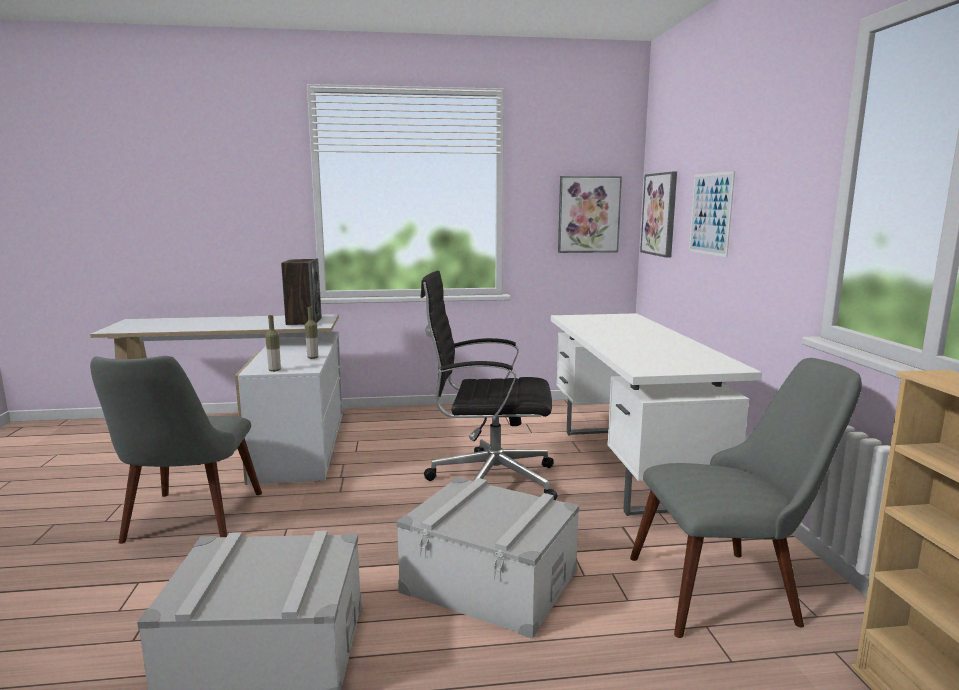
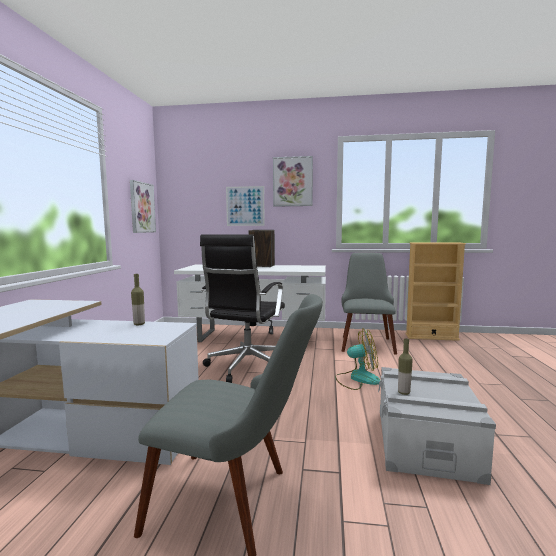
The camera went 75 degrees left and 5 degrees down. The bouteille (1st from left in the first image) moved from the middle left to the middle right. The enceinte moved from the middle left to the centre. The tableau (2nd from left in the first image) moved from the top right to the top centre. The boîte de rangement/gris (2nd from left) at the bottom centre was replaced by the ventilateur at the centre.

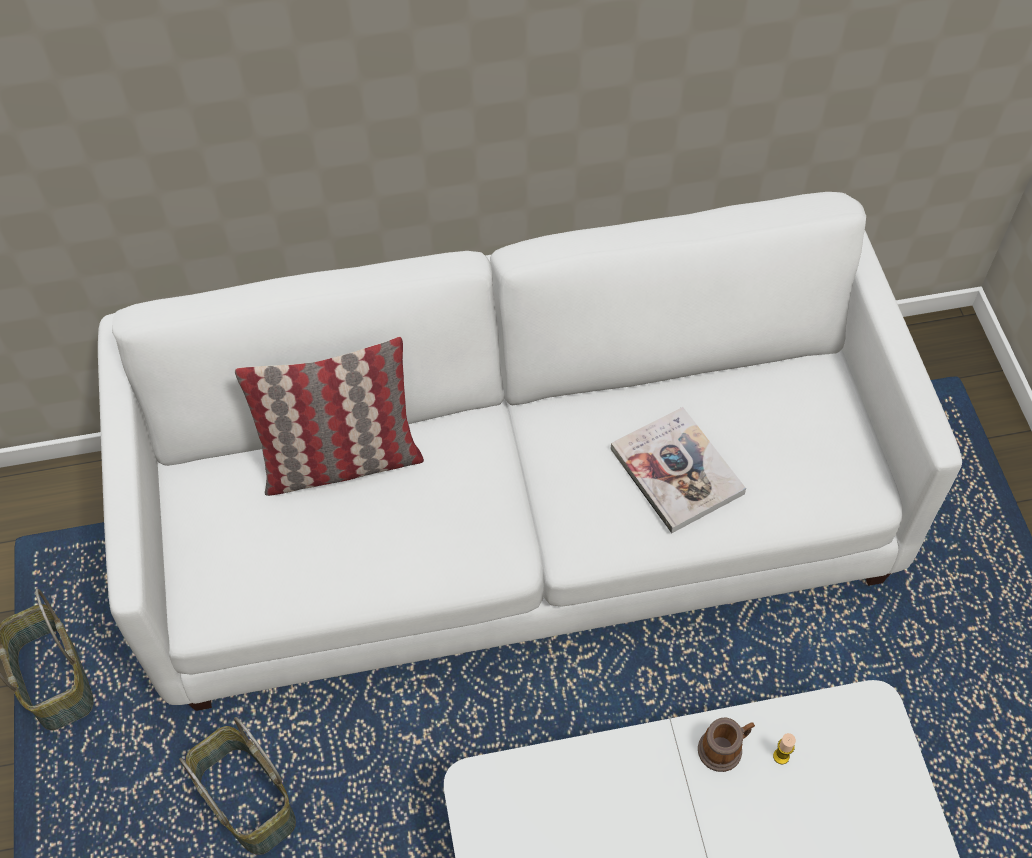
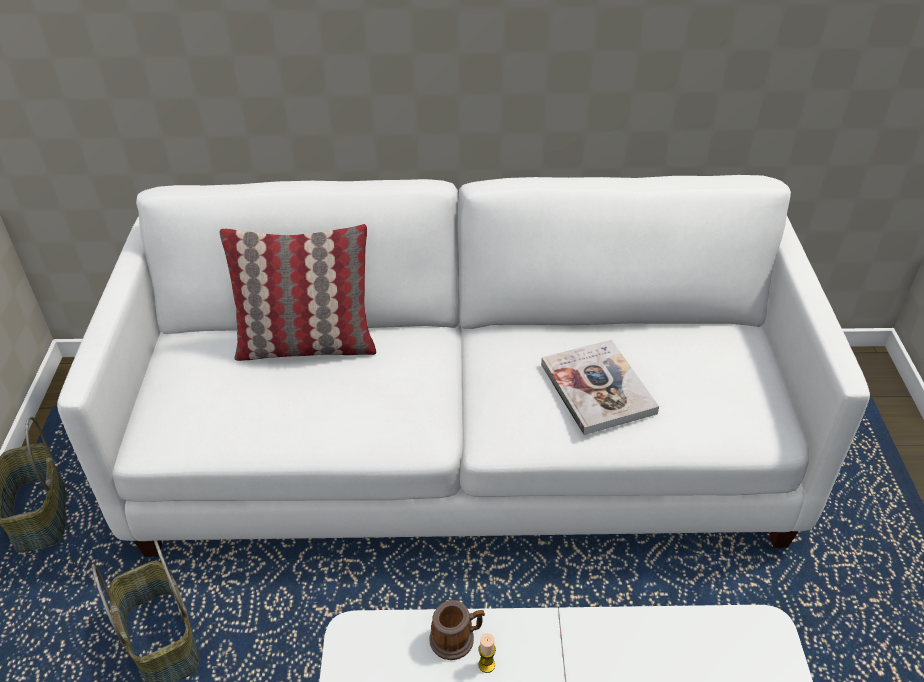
The camera went 10 degrees right and 15 degrees down. The mug moved from the bottom right to the bottom centre. The bougie moved from the bottom right to the bottom centre.

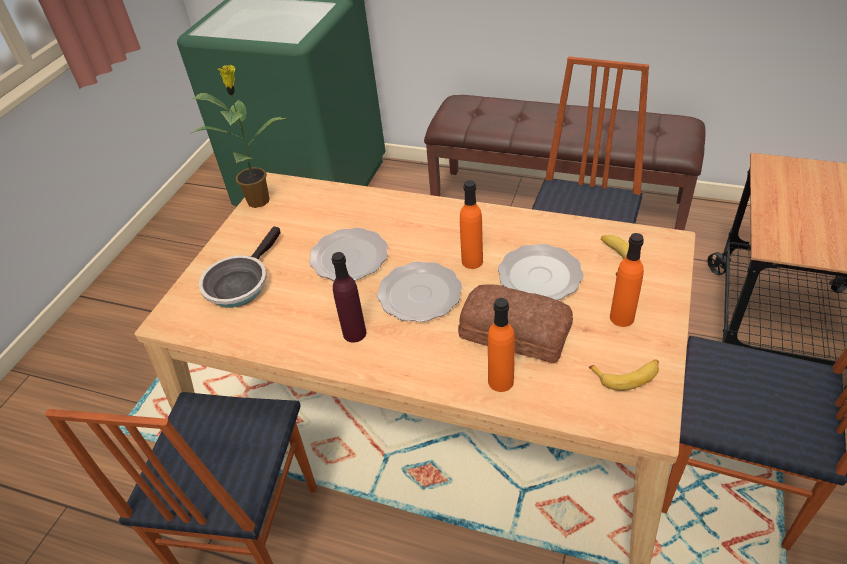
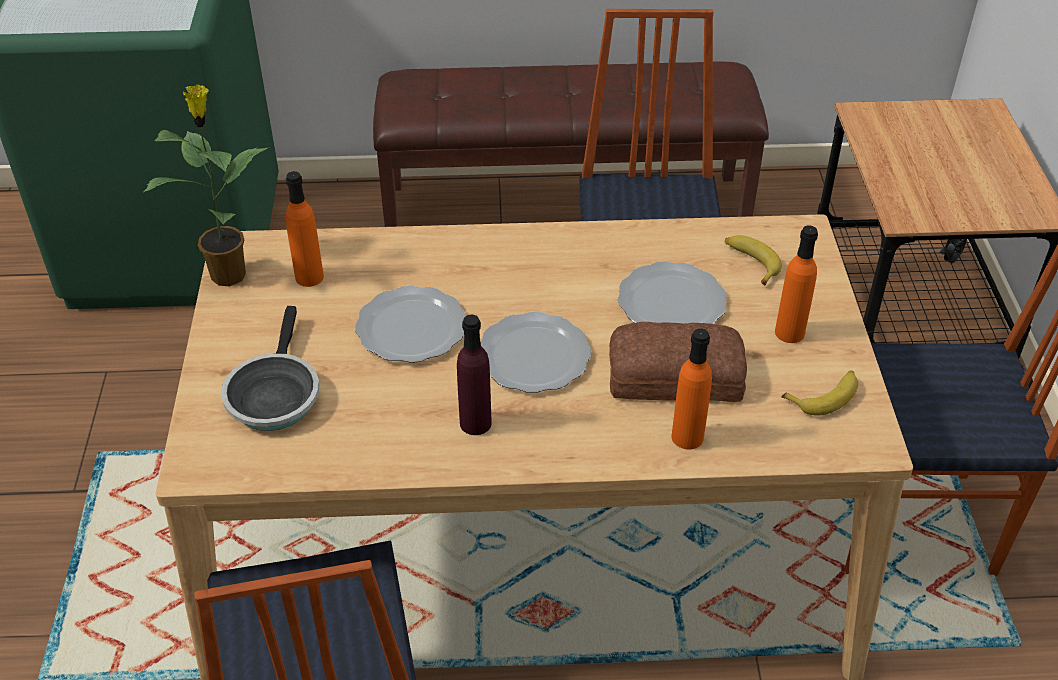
The camera went 25 degrees left and 0 degrees up. The bouteille/orange (1st from left) moved from the centre to the middle left.

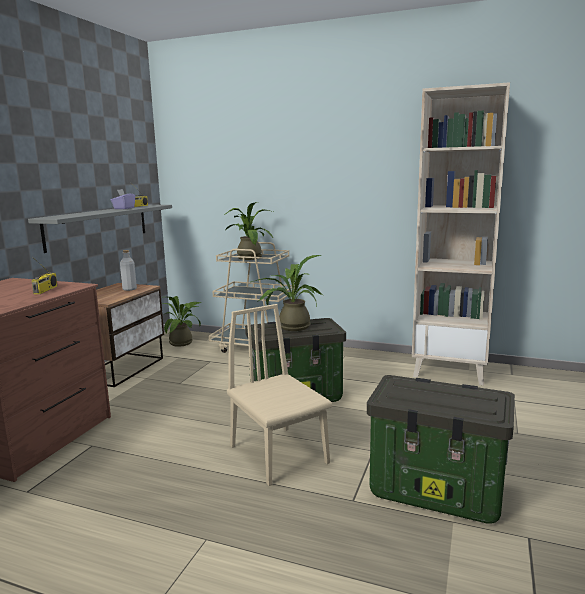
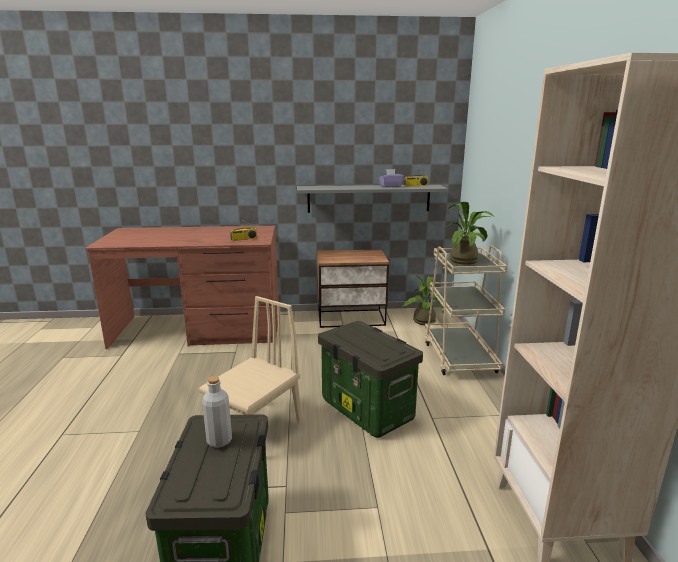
The camera went 65 degrees right and 5 degrees up. The plante en pot (3rd from left) at the centre disappeared. The bouteille/gris moved from the middle left to the bottom left.

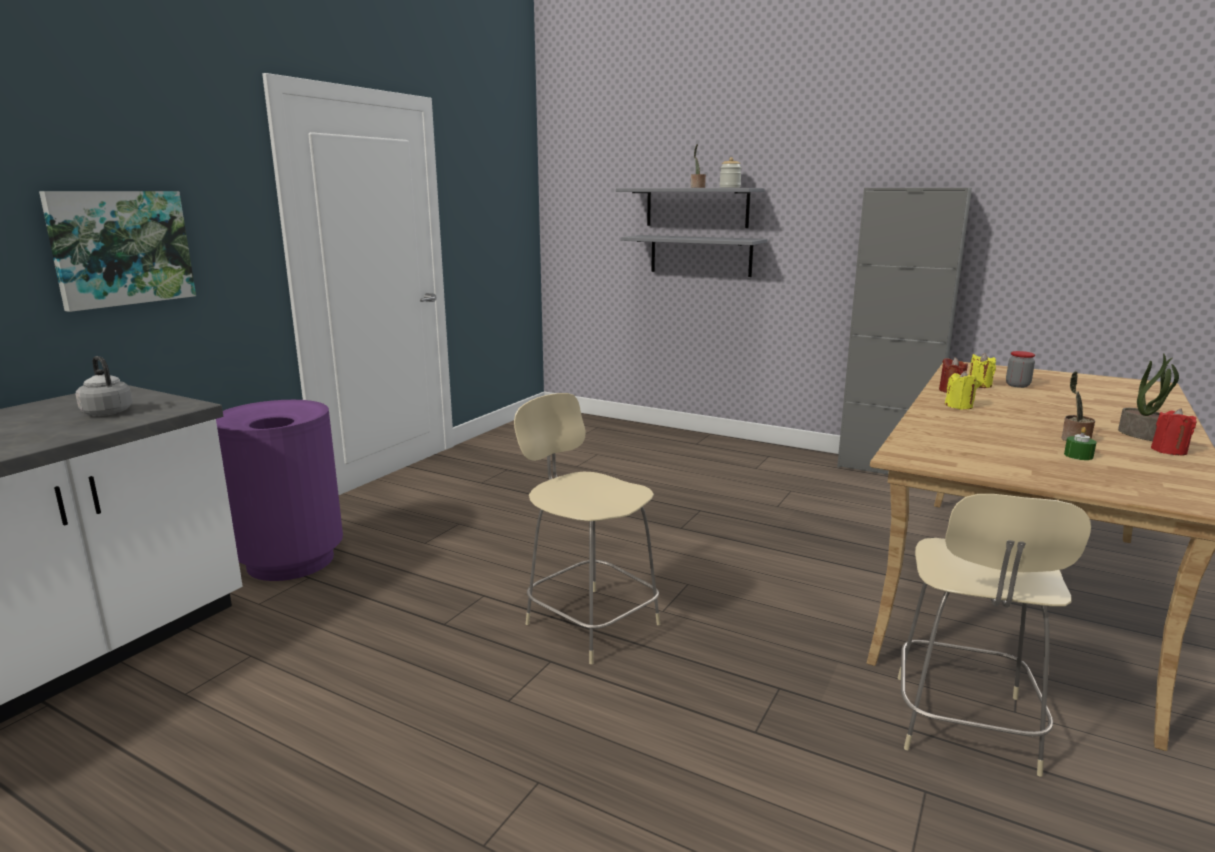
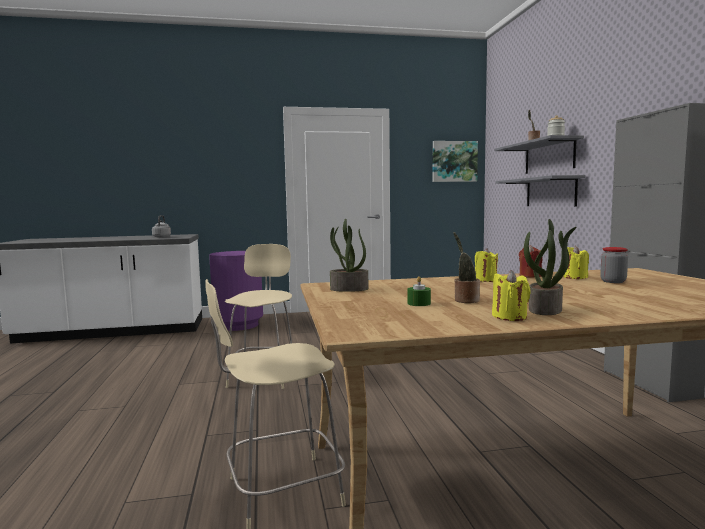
The camera went 50 degrees right and 10 degrees down. The plante en pot (1st from left) at the centre appeared. The tableau moved from the top left to the top centre. The bougie/rouge (2nd from left) at the middle right became the bougie/jaune (2nd from left) at the middle right.

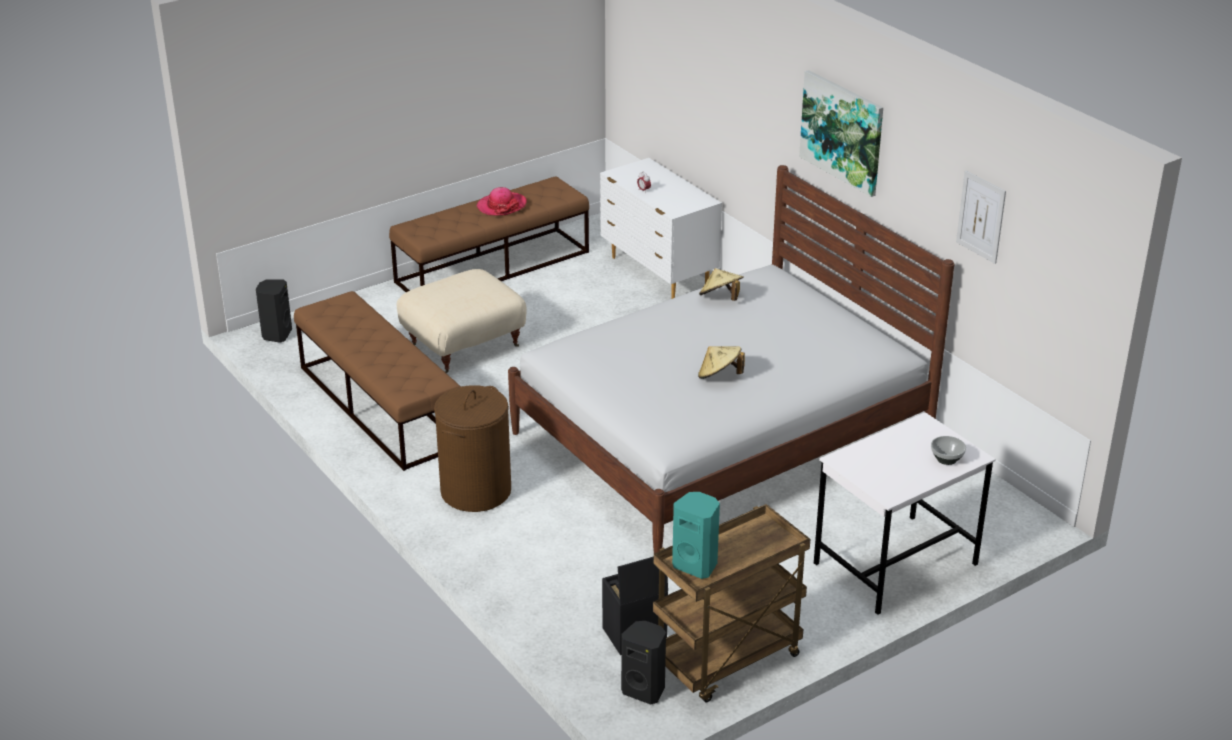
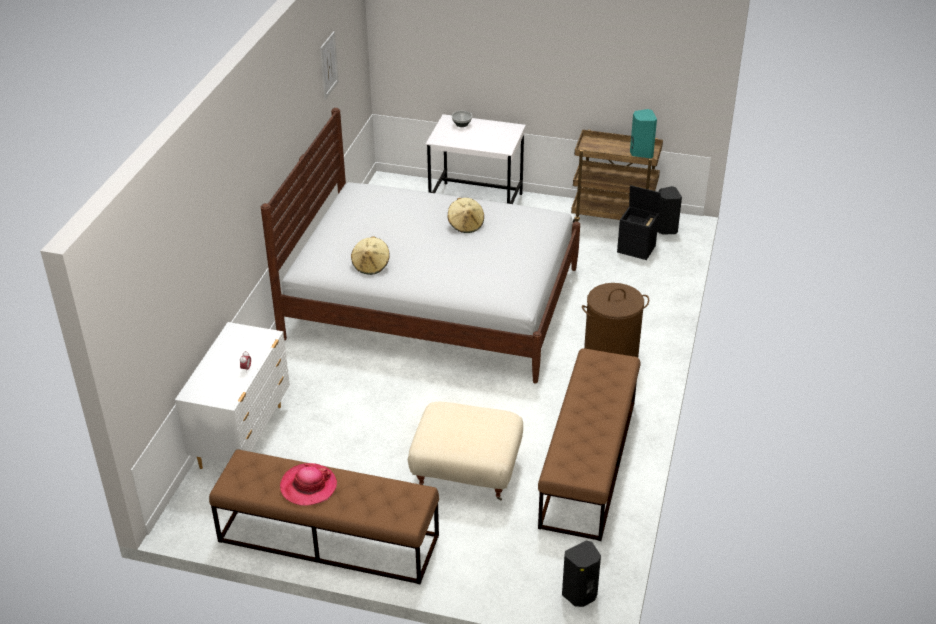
The camera went 130 degrees left and 5 degrees up. The tableau (1st from left) at the top right disappeared.

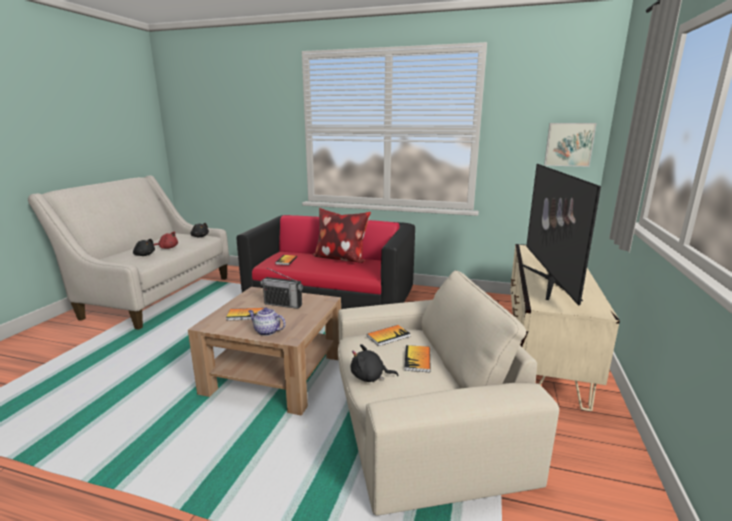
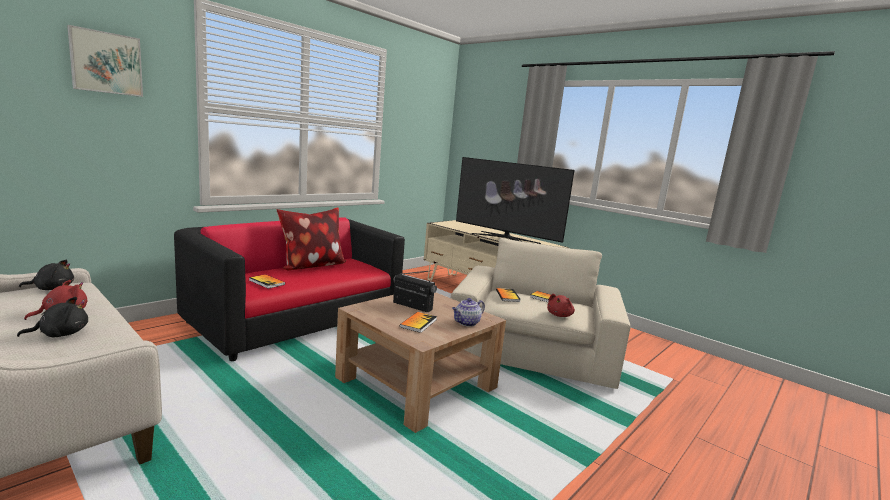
The camera went 65 degrees left and 5 degrees down. The tableau moved from the top right to the top left. The peluche/noir (3rd from left) at the bottom centre became the peluche/rouge (2nd from left) at the centre. The radio at the centre turned 105 degrees counterclockwise.

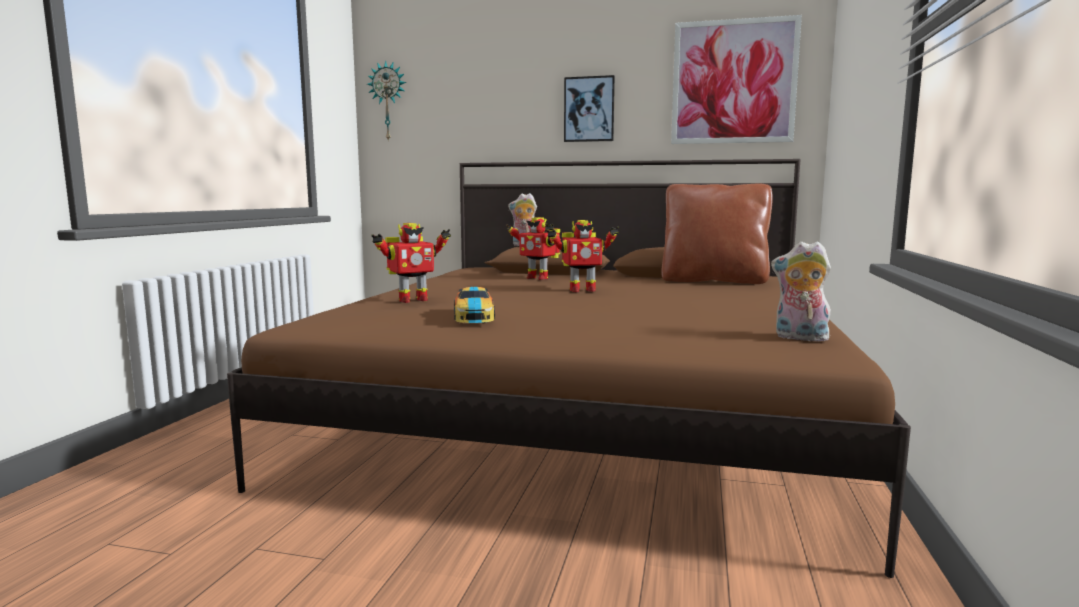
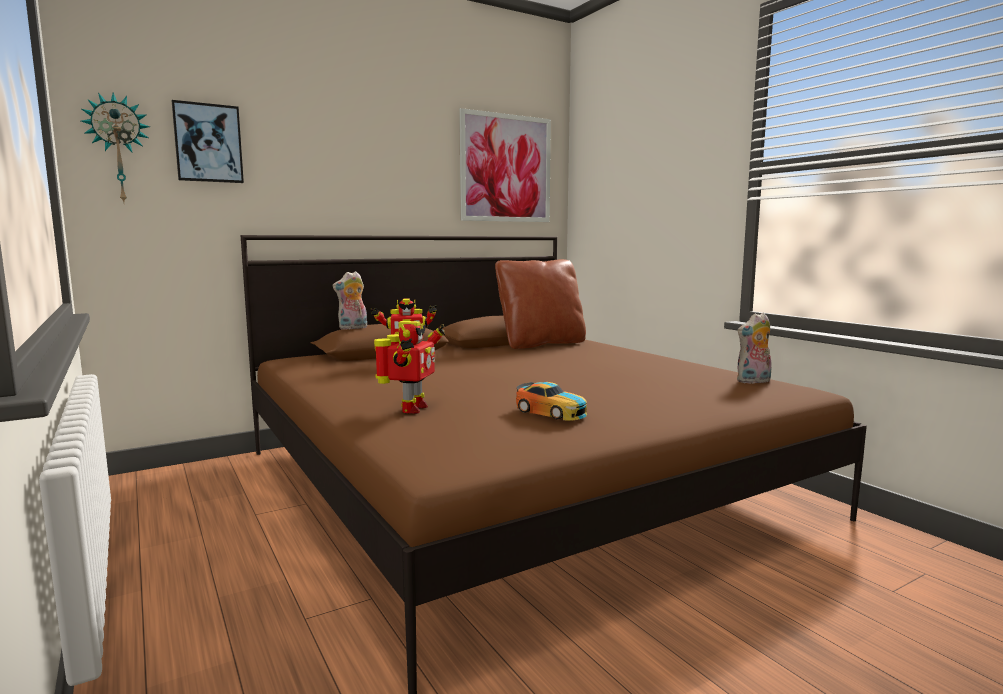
The camera went 45 degrees left and 0 degrees up. The robot jouet (3rd from left) at the centre disappeared. The tableau (1st from left) moved from the top centre to the top left.

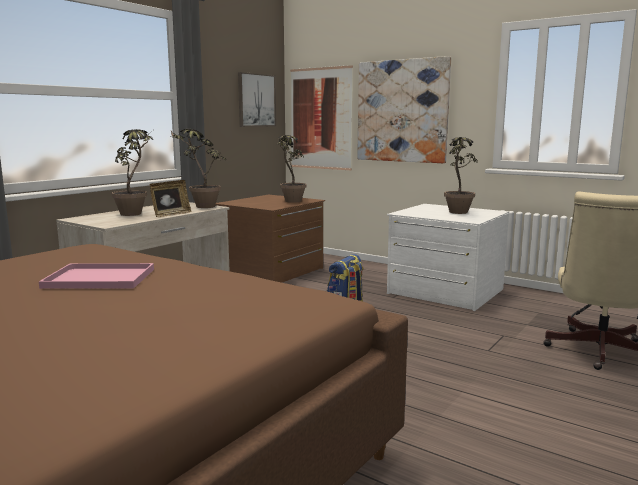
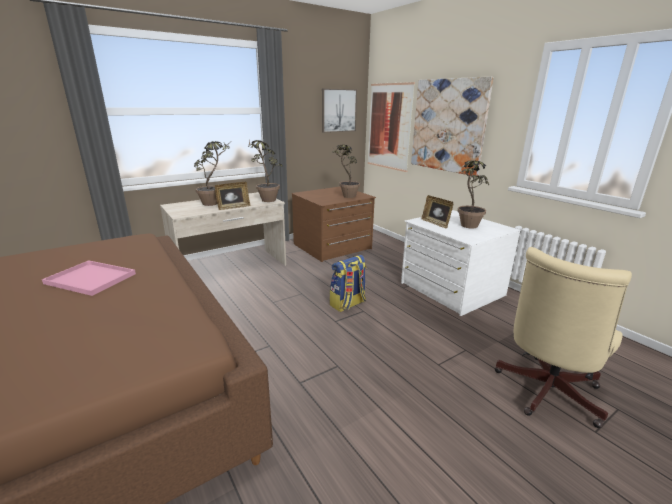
The camera went 20 degrees right and 10 degrees up. The cadre photo (2nd from left) at the centre appeared.

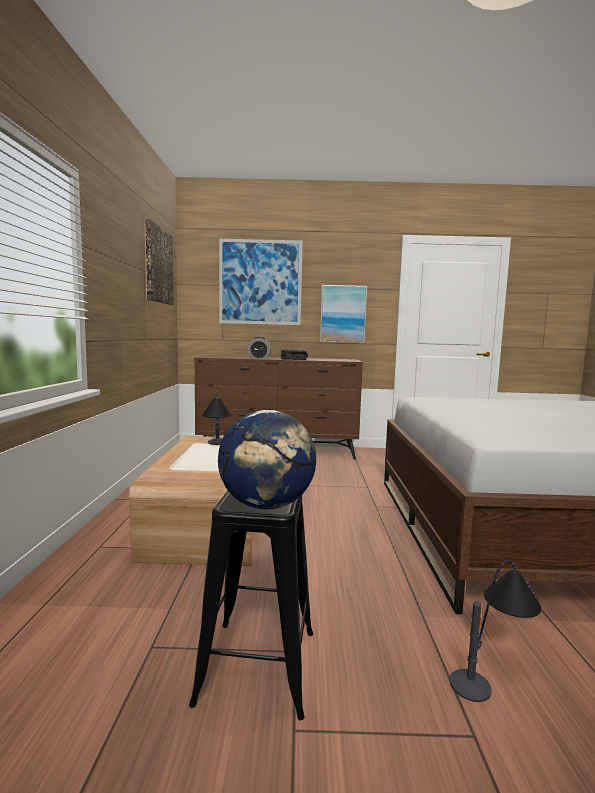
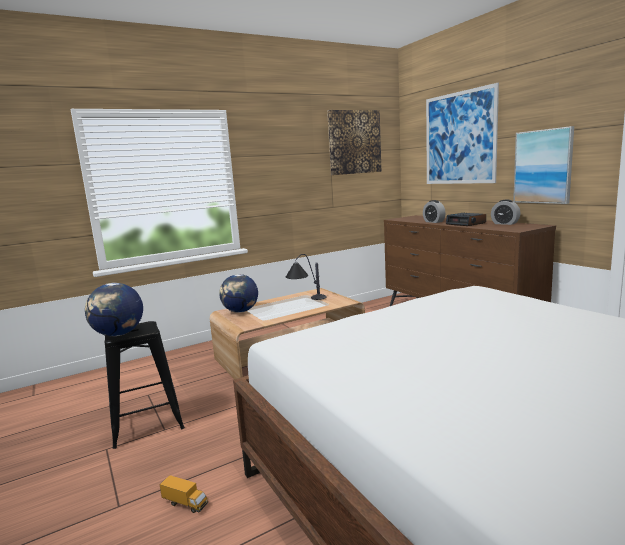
The camera went 60 degrees right and 5 degrees up. The globe (2nd from left) at the centre appeared. The réveil (3rd from left) at the middle right appeared. The lampe de table (2nd from left) at the bottom right was replaced by the camion jouet at the bottom left.

